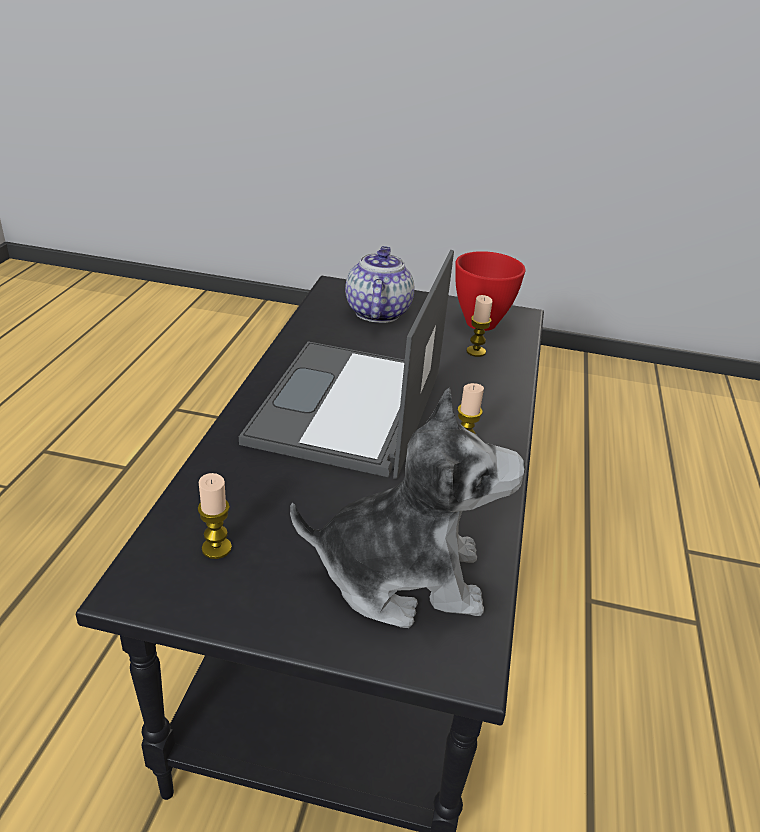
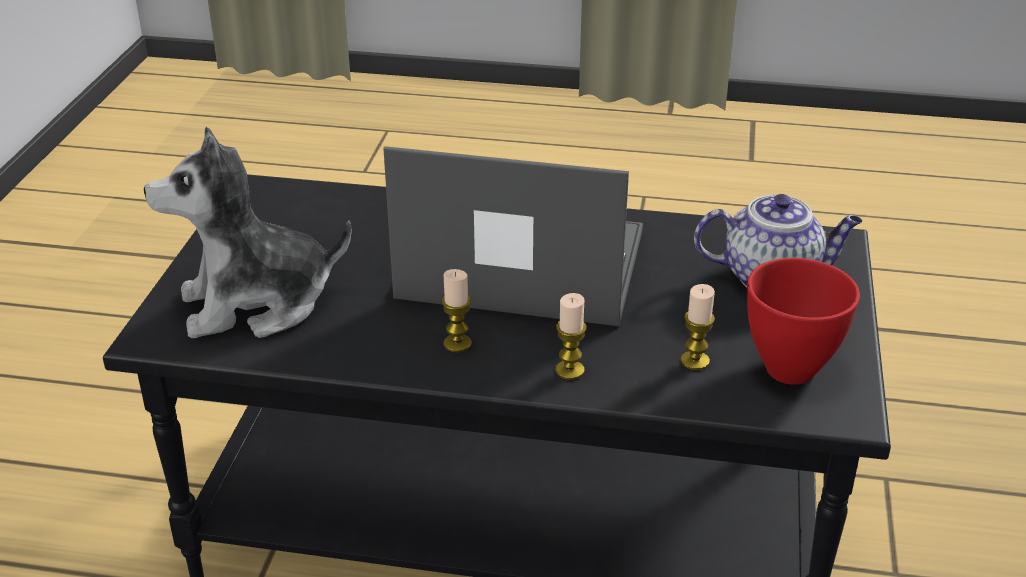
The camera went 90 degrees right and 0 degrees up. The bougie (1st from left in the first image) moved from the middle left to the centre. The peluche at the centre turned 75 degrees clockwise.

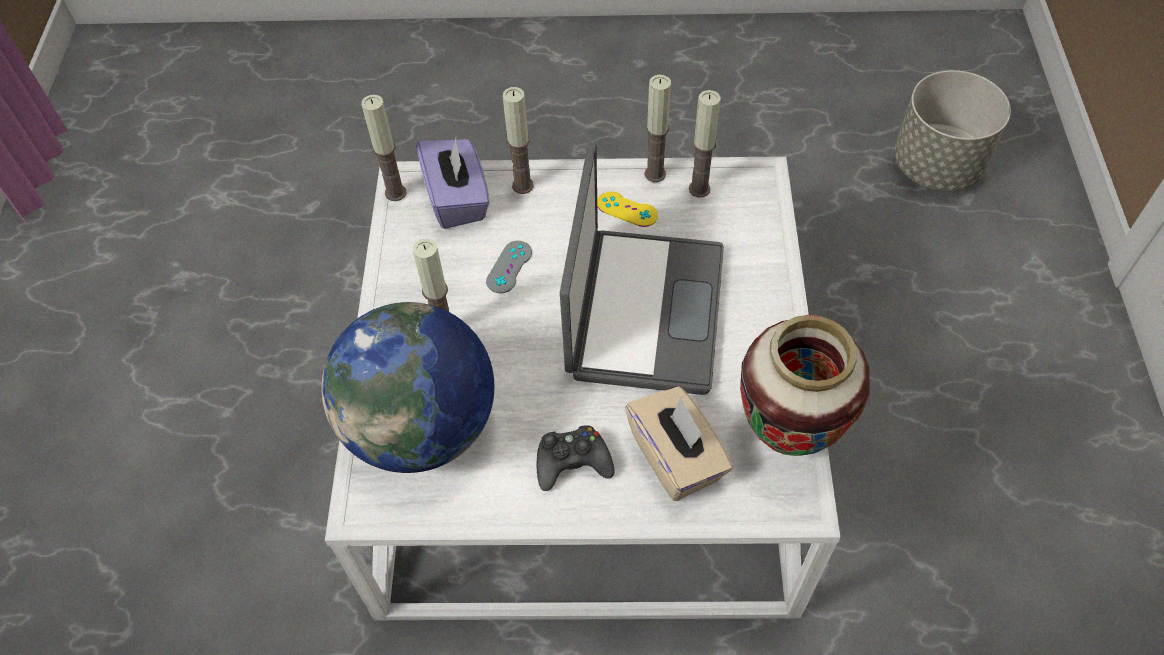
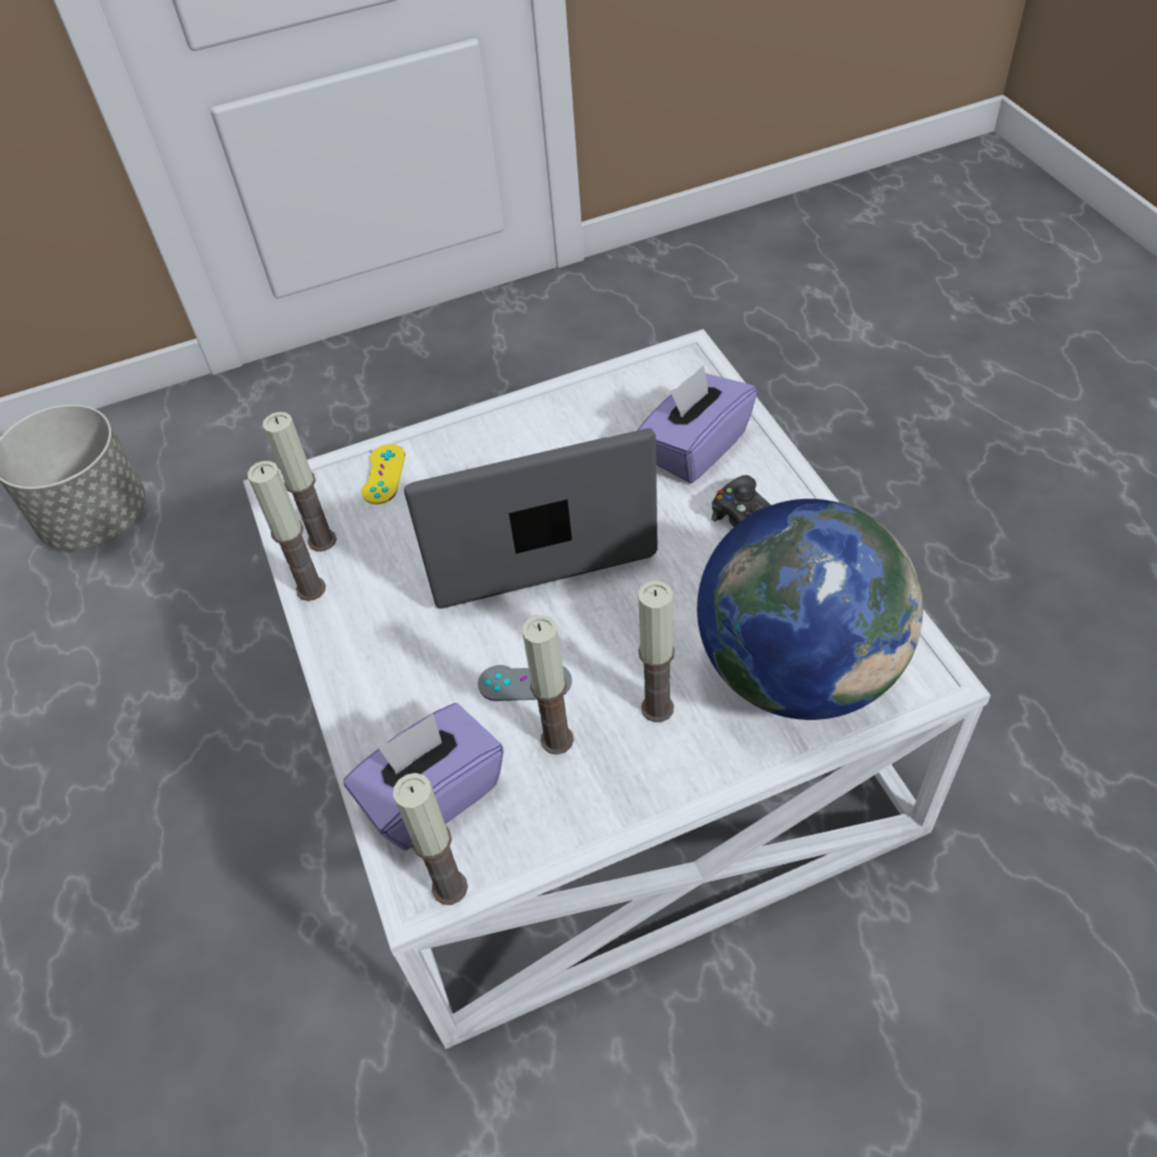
The camera went 110 degrees left and 5 degrees down. The vase at the middle right disappeared. The bougie (3rd from left in the first image) moved from the top centre to the centre. The manette/jaune moved from the top centre to the middle left. The boîte à mouchoirs/beige at the bottom centre became the boîte à mouchoirs/violet (2nd from left) at the centre.

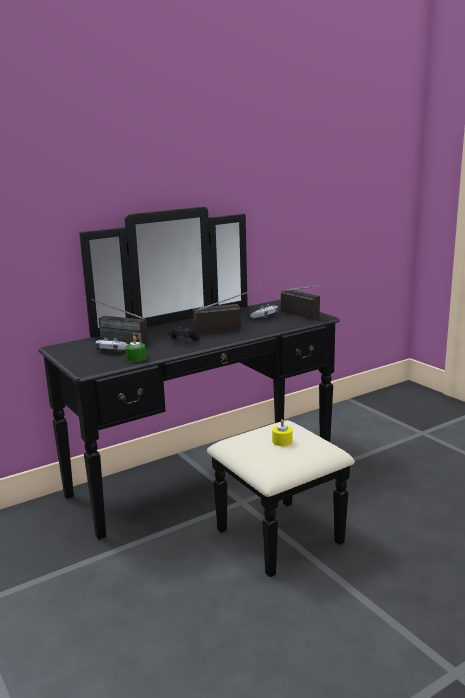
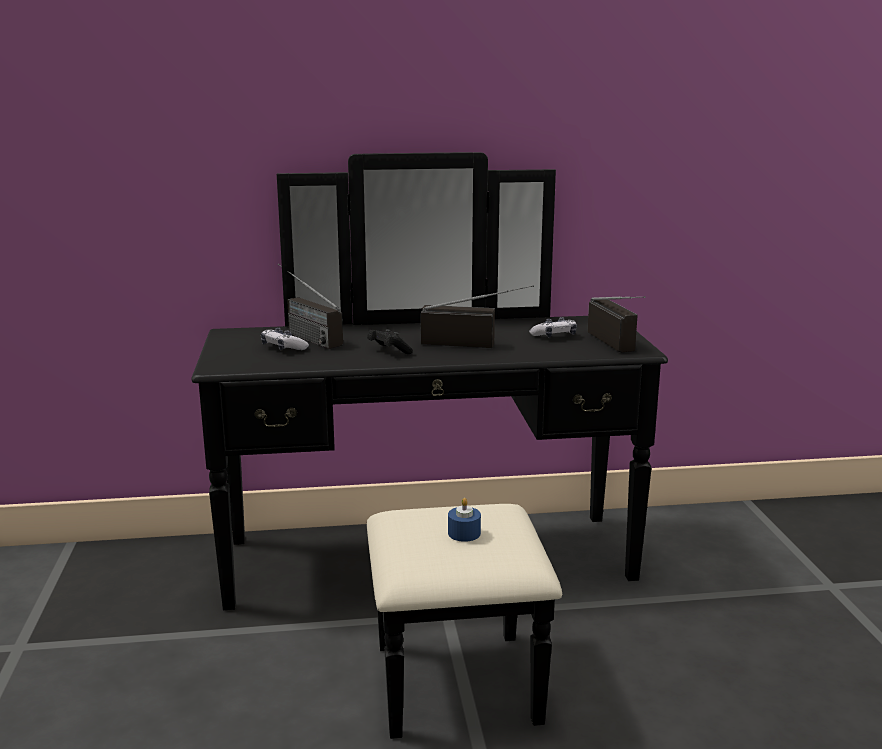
The camera went 25 degrees right and 0 degrees up. The bougie/vert at the middle left disappeared. The bougie/jaune at the centre became the bougie/bleu at the bottom centre.

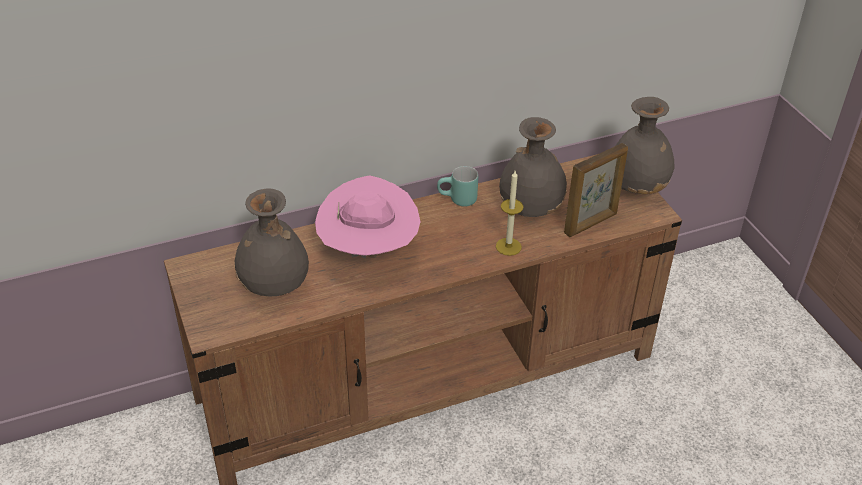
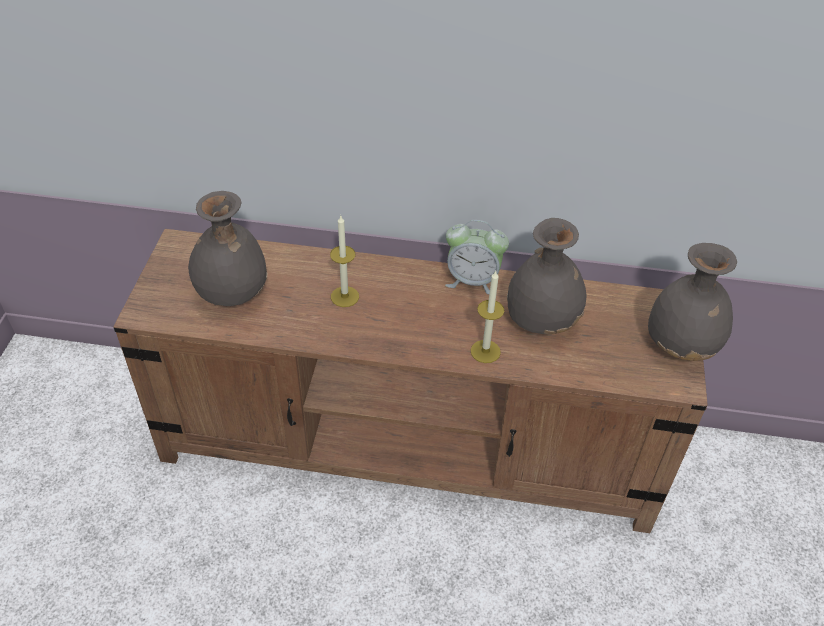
The camera went 30 degrees right and 5 degrees up. The cadre photo at the middle right disappeared. The chapeau/rose at the centre was replaced by the bougie (1st from left) at the centre. The mug/turquoise at the centre was replaced by the réveil at the centre.

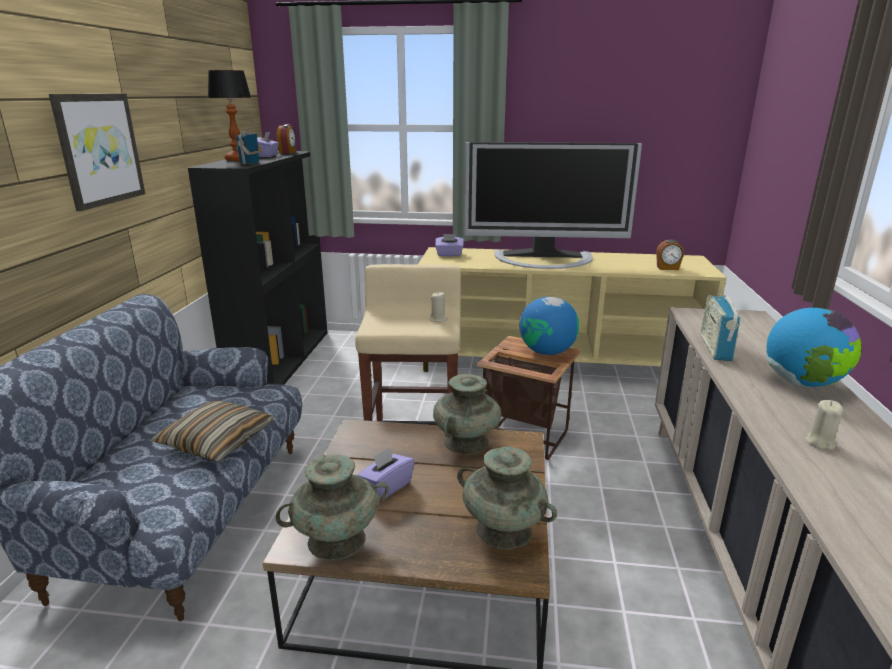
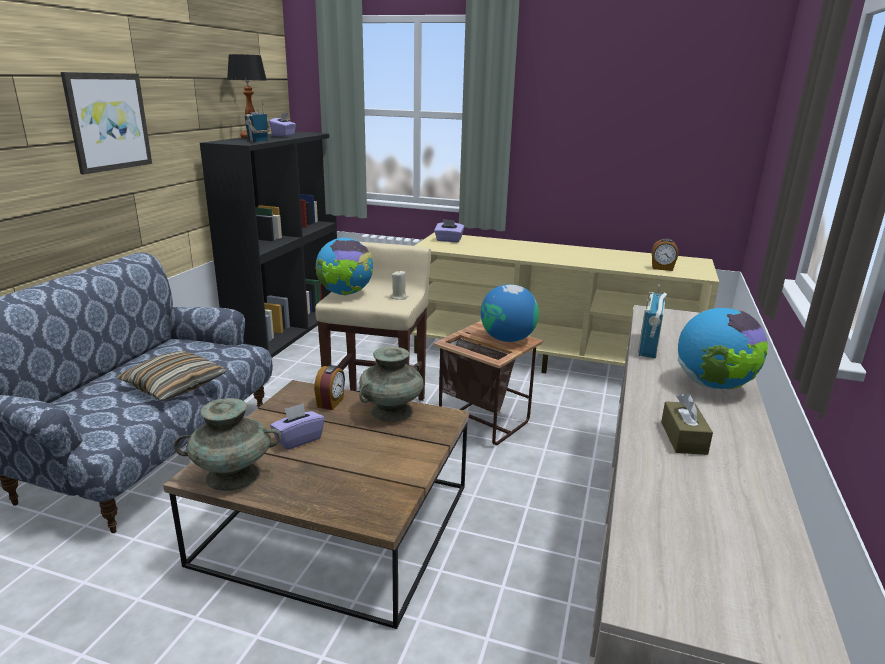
The camera went 10 degrees right and 0 degrees up. The vase/turquoise (3rd from left) at the bottom centre disappeared. The téléviseur at the top centre disappeared. The globe (1st from left) at the centre appeared. The réveil (1st from left) moved from the top left to the centre. The bougie/beige (2nd from left) at the middle right was replaced by the boîte à mouchoirs/marron at the middle right.

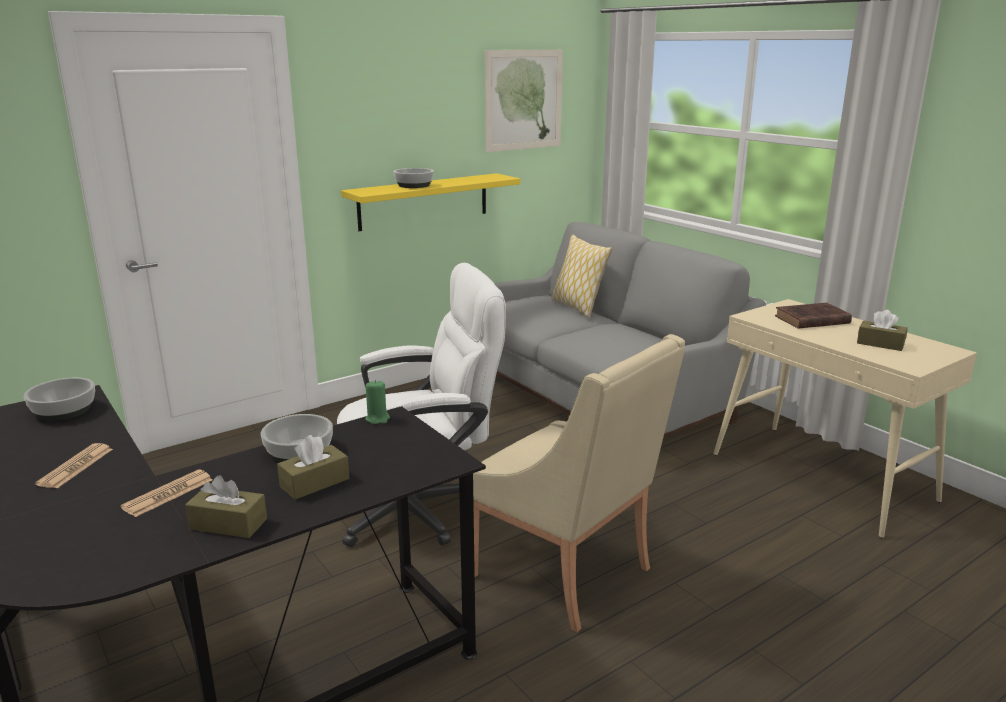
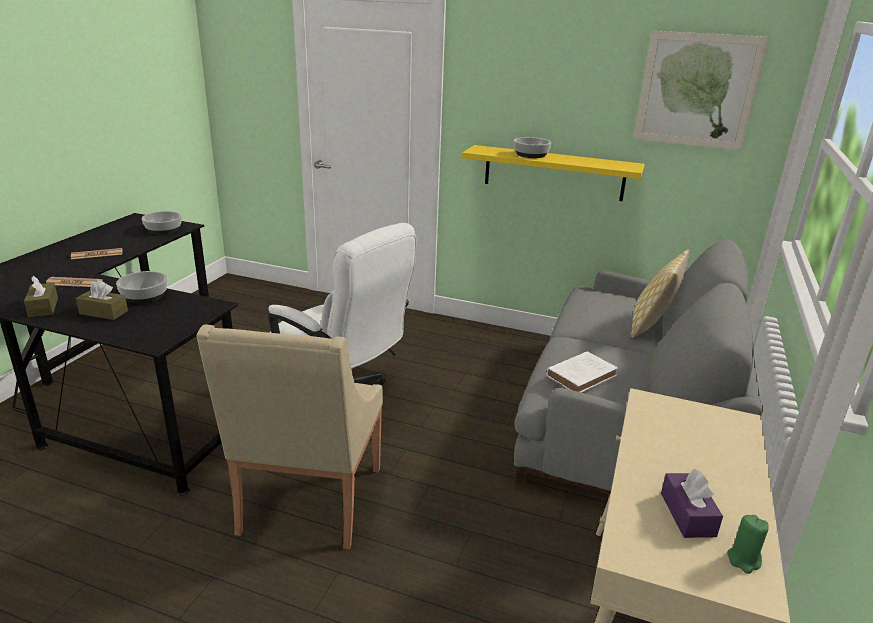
The camera went 55 degrees right and 5 degrees up. The livre/marron at the middle right disappeared. The livre/blanc at the middle right appeared. The bougie/vert moved from the centre to the bottom right. The boîte à mouchoirs/marron (3rd from left) at the middle right became the boîte à mouchoirs/violet at the bottom right.

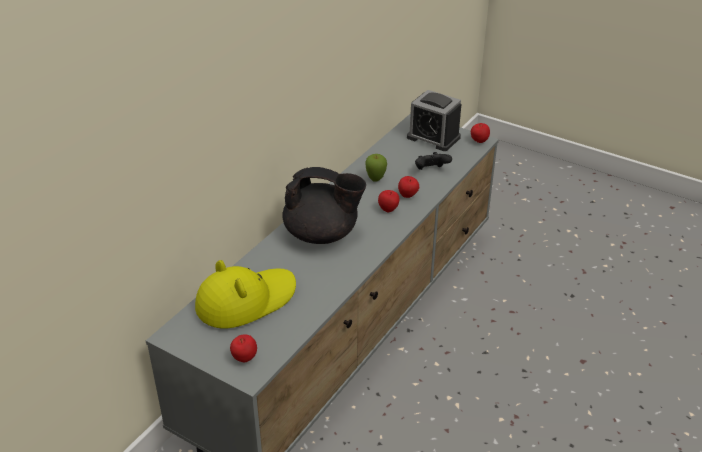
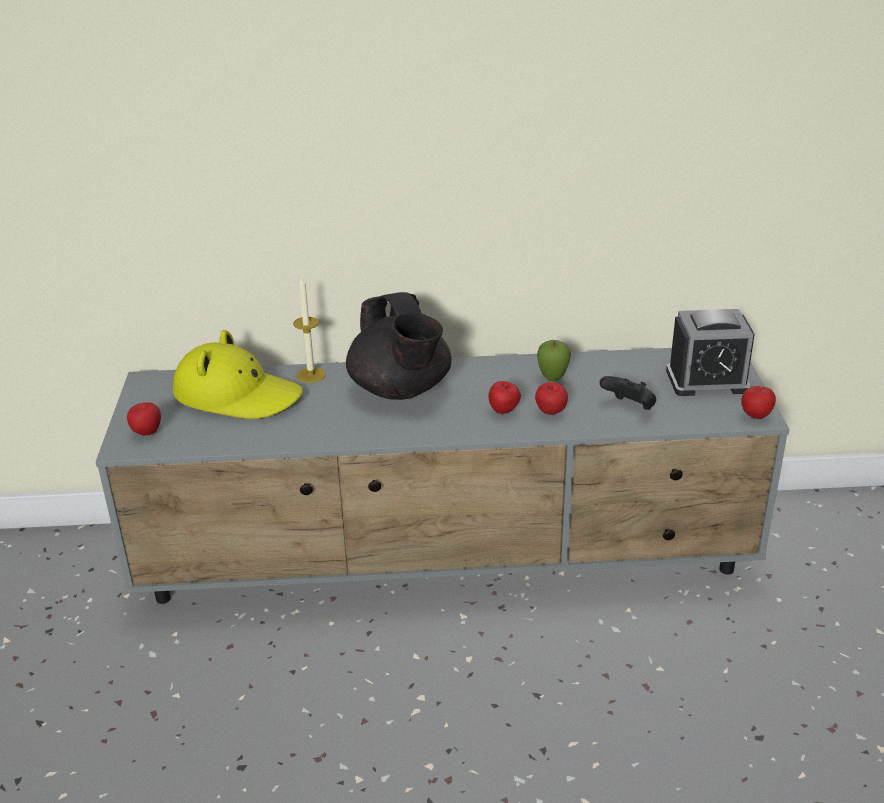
The camera went 55 degrees right and 5 degrees down. The bougie at the centre appeared. The réveil at the top centre turned 90 degrees counterclockwise.

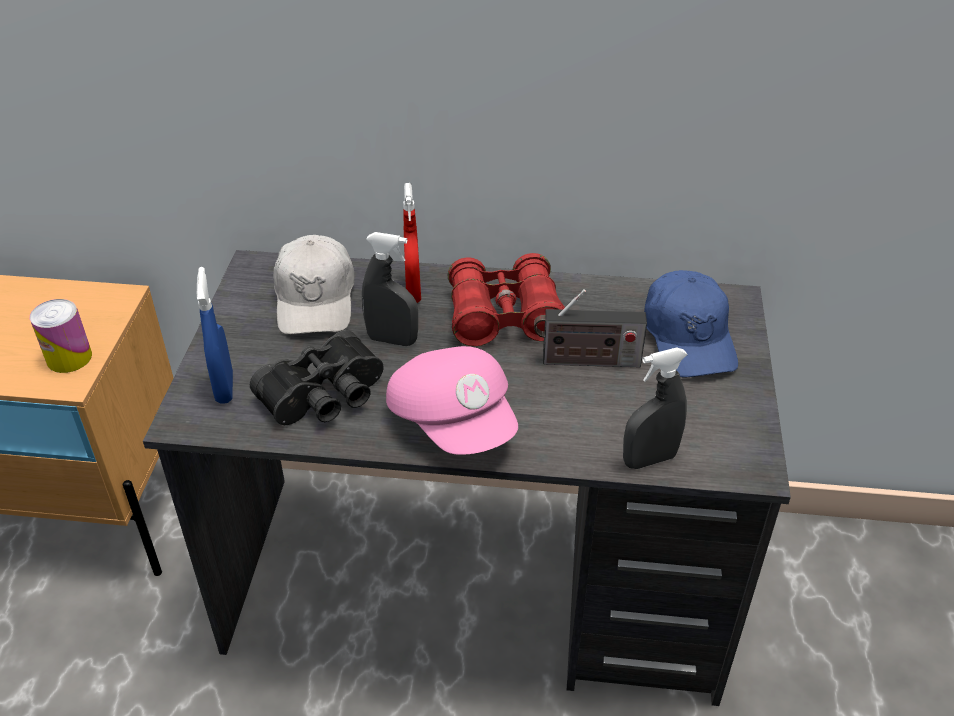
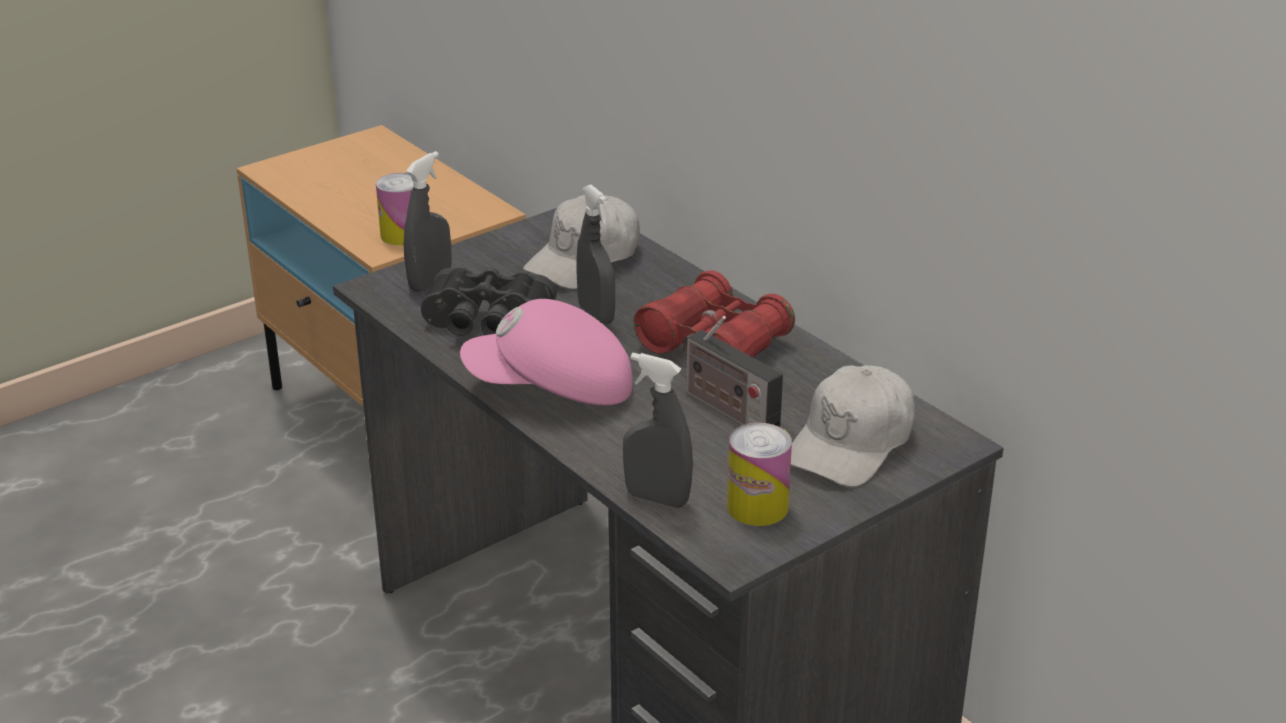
The camera went 45 degrees right and 10 degrees down. The vaporisateur/rouge at the centre disappeared. The boîte métallique (2nd from left) at the centre appeared. The vaporisateur/bleu at the middle left became the vaporisateur/gris (1st from left) at the top left. The casquette/bleu at the middle right became the casquette/blanc (2nd from left) at the centre. The casquette/rose at the centre turned 75 degrees clockwise.

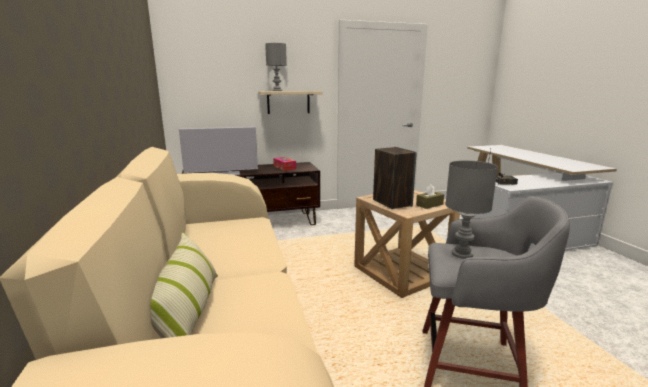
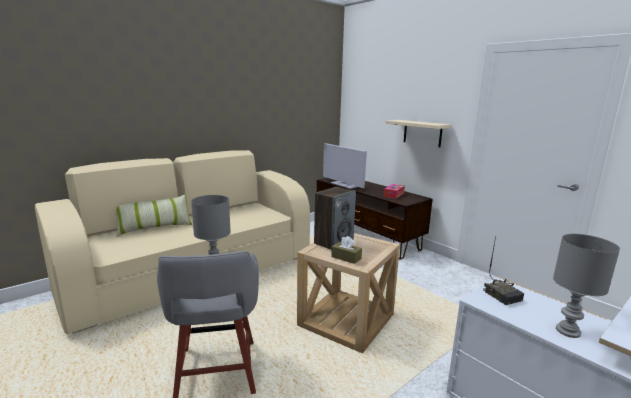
The camera went 65 degrees right and 0 degrees up. The lampe de table/gris (1st from left in the first image) moved from the top centre to the bottom right.

